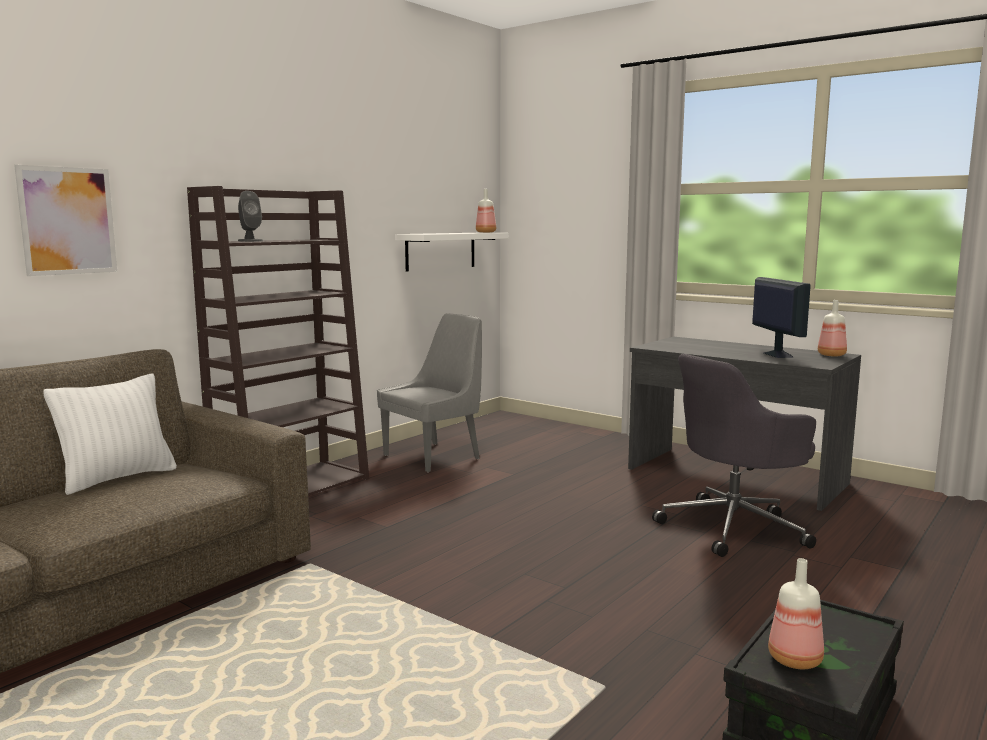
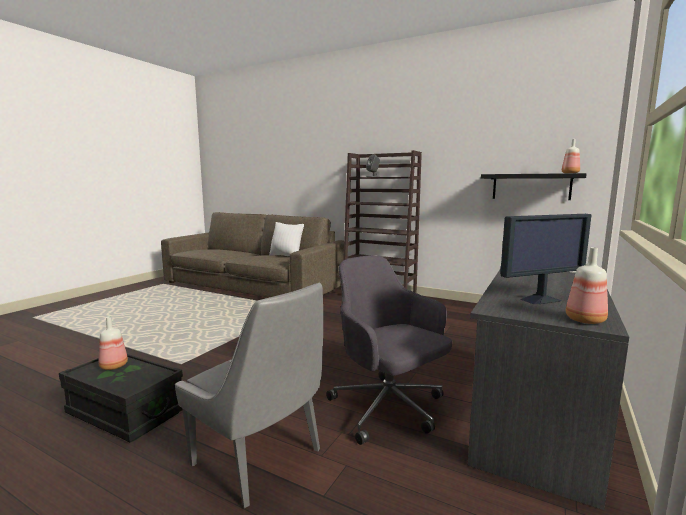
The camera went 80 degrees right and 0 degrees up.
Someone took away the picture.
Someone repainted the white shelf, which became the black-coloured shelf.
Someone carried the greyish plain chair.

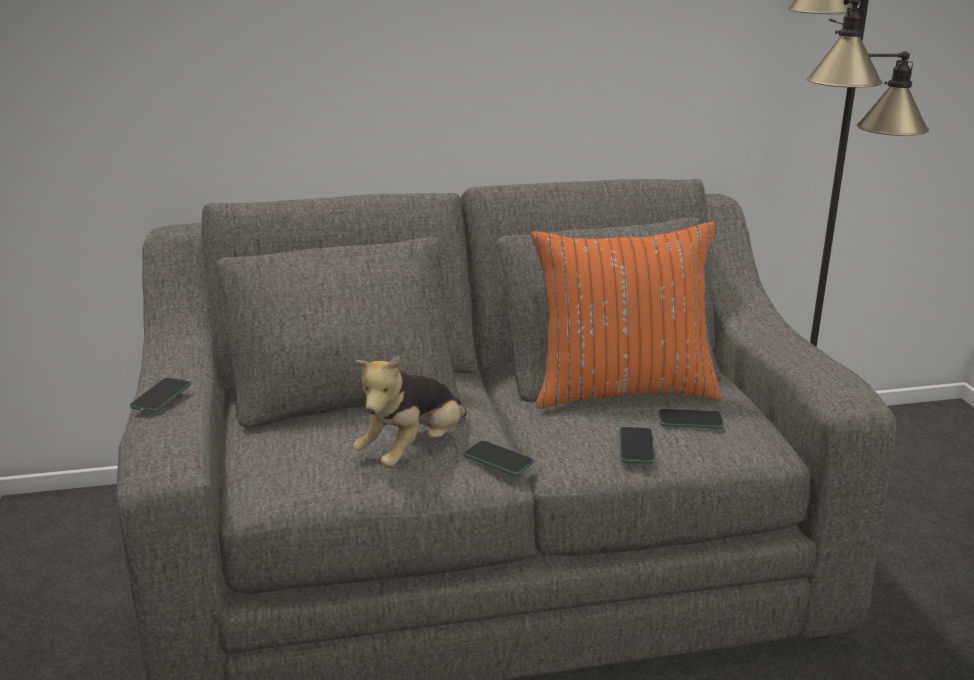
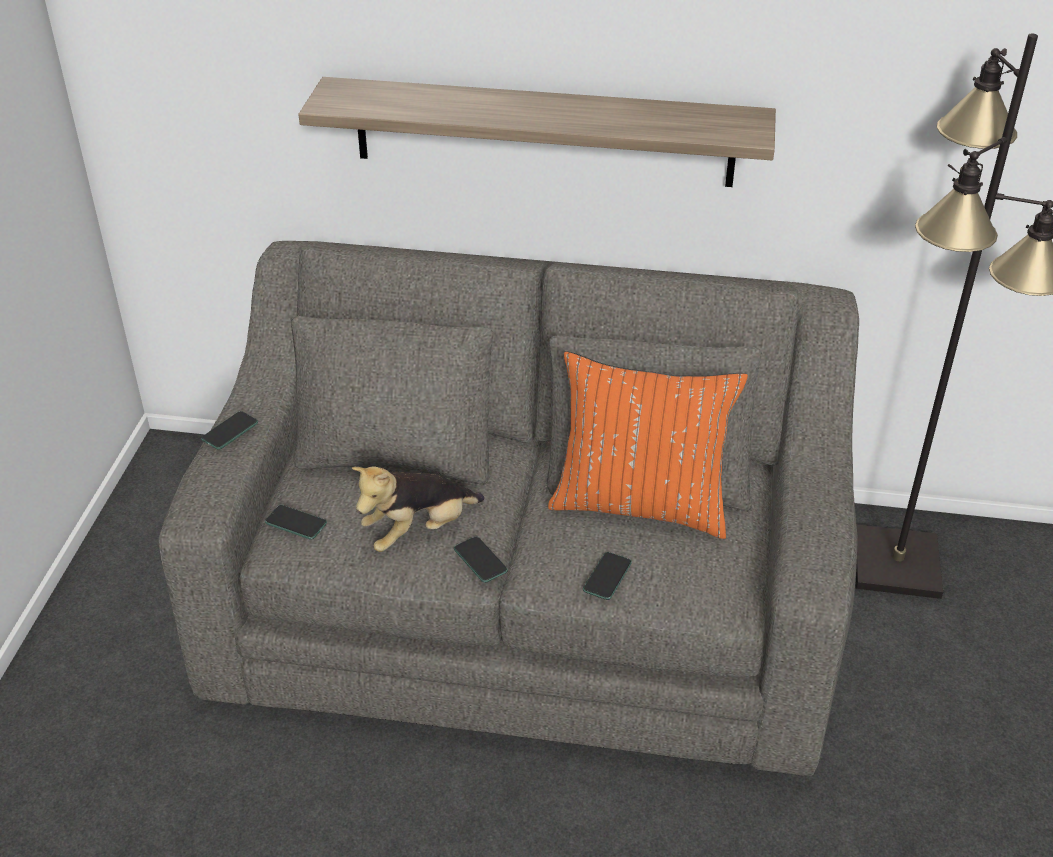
The camera went 20 degrees right and 15 degrees up.
Someone carried the telephone (no. 4 from left in the first image).
Someone put up the shelf.

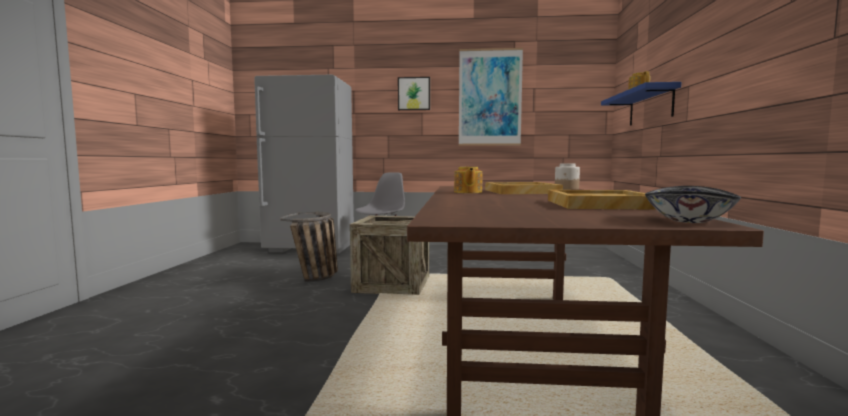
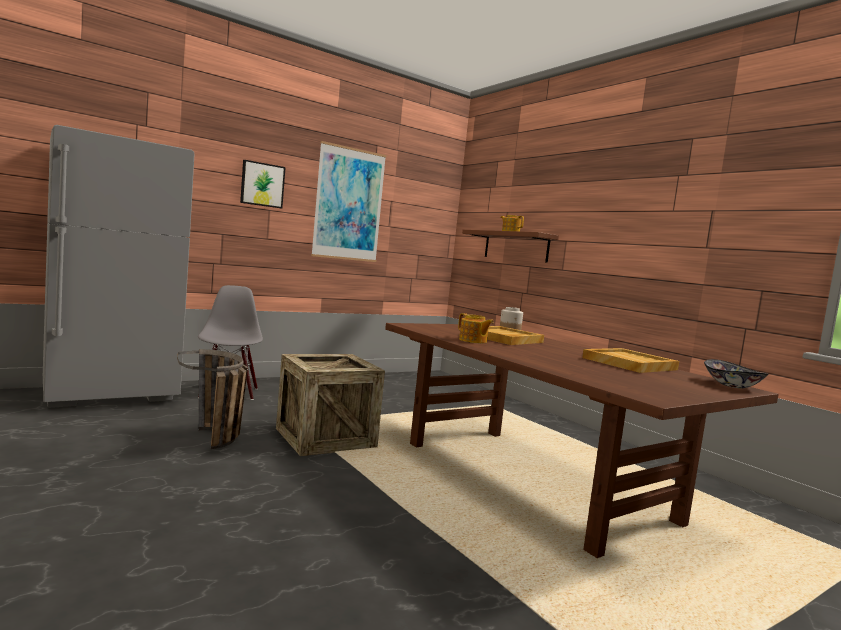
The camera went 40 degrees left and 0 degrees up.
Someone repainted the blue-coloured shelf, which became the brownish shelf.

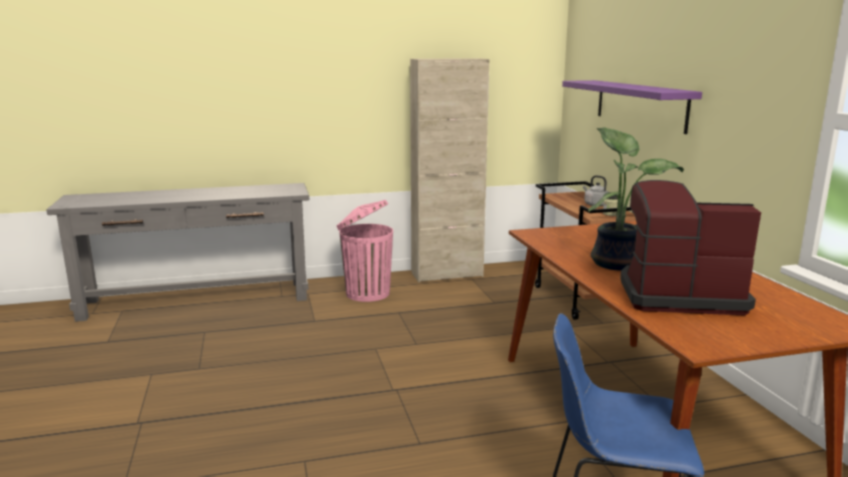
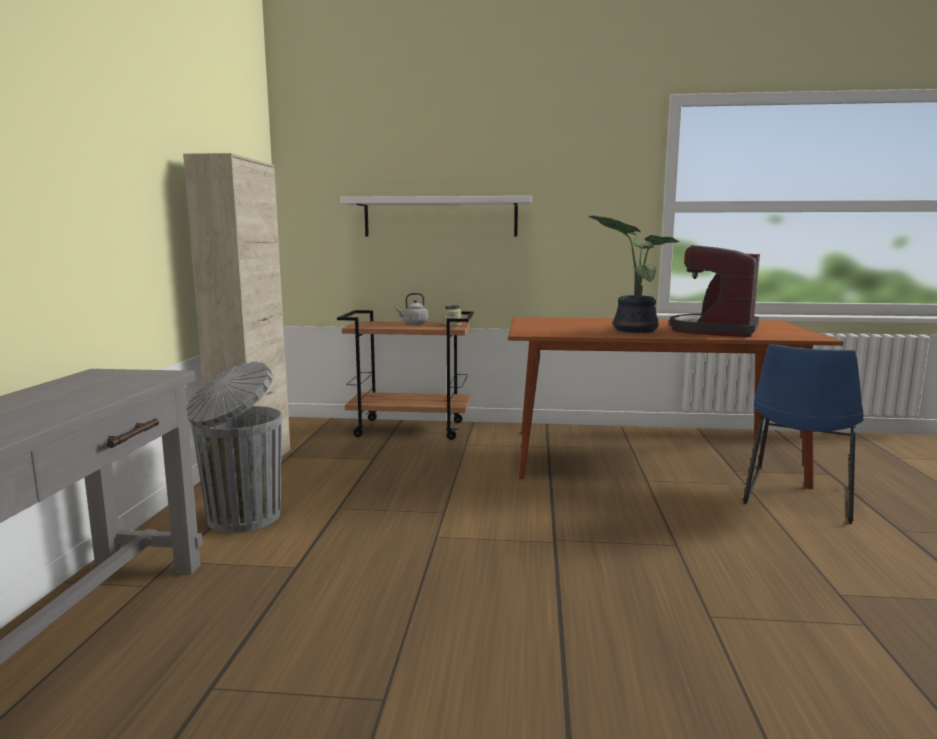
The camera went 70 degrees left and 5 degrees down.
Someone repainted the purple shelf, which became the white shelf.
Someone repainted the pink trash can, which became the greyish trash can.

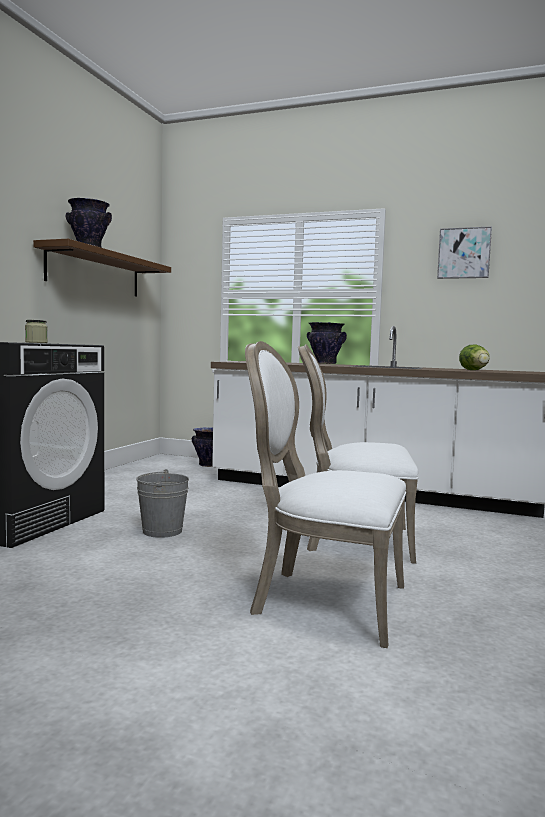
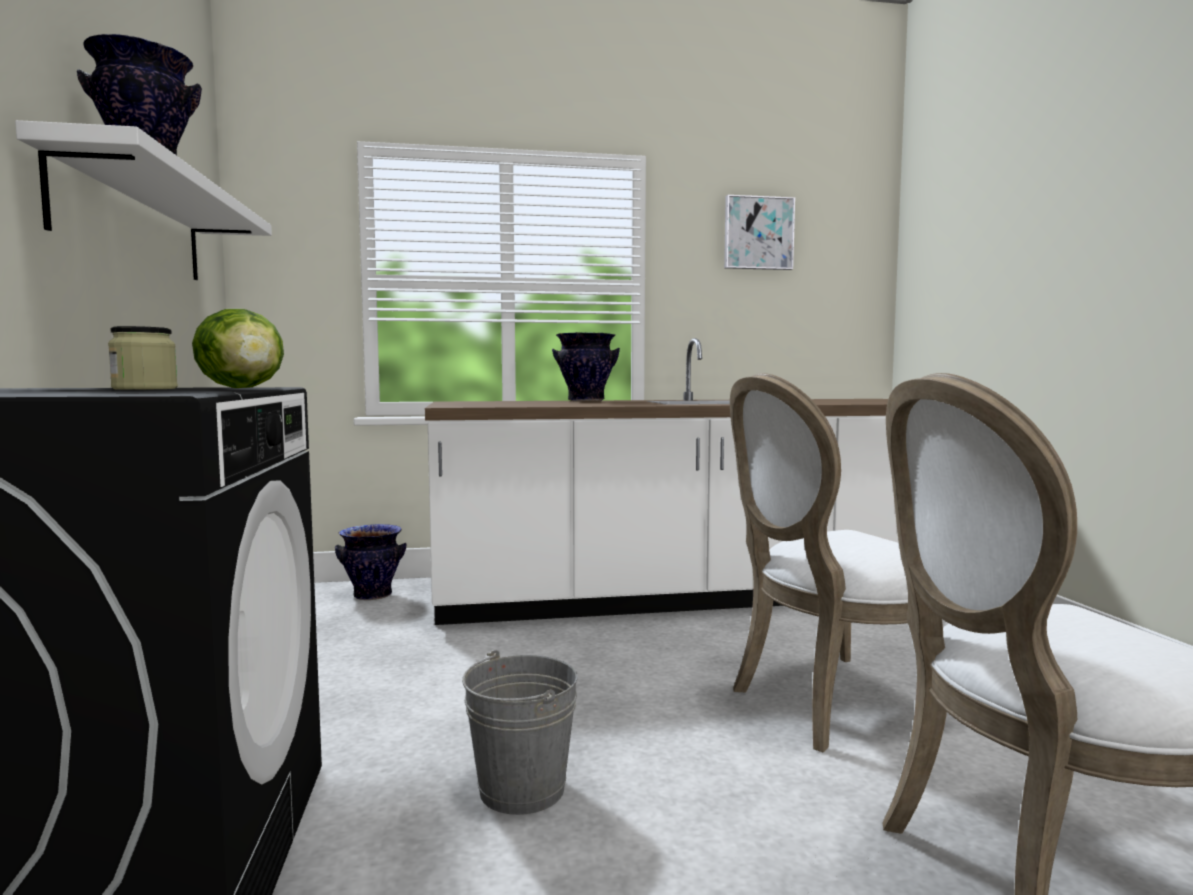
The camera went 30 degrees left and 0 degrees up.
Someone repainted the brownish shelf, which became the white shelf.
Someone carried the lettuce head.

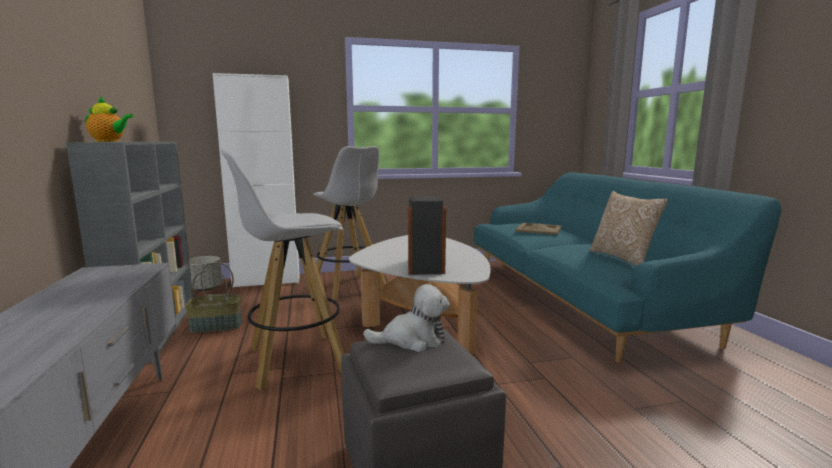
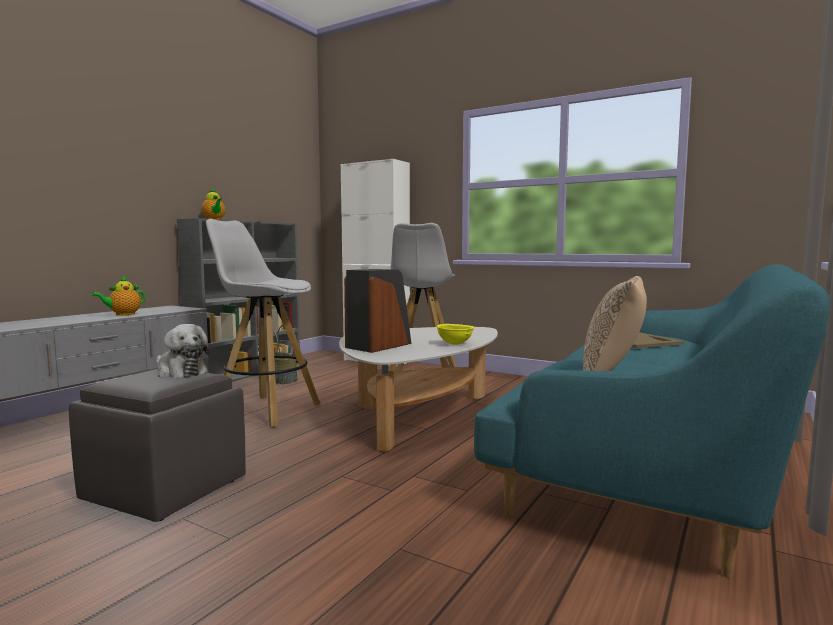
The camera went 45 degrees right and 5 degrees down.
Someone took away the greyish plant pot.
Someone put down the tea pot (no. 1 from left).
Someone put down the yellow-coloured bowl.

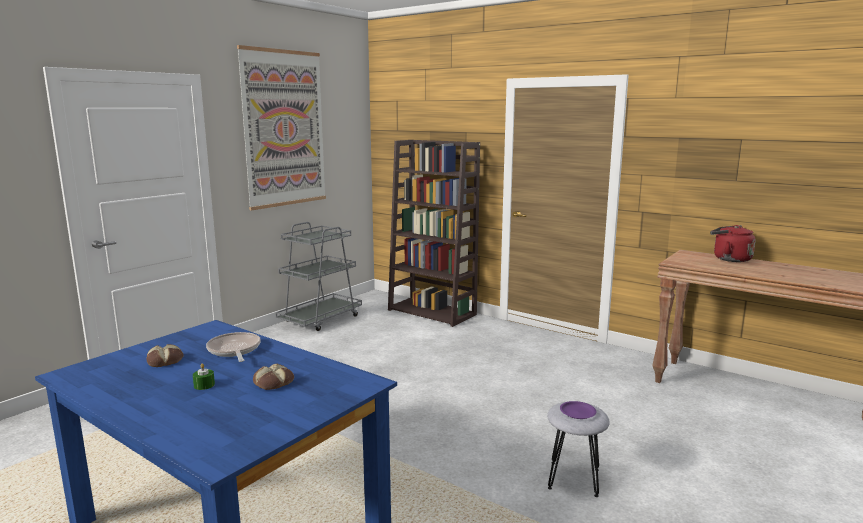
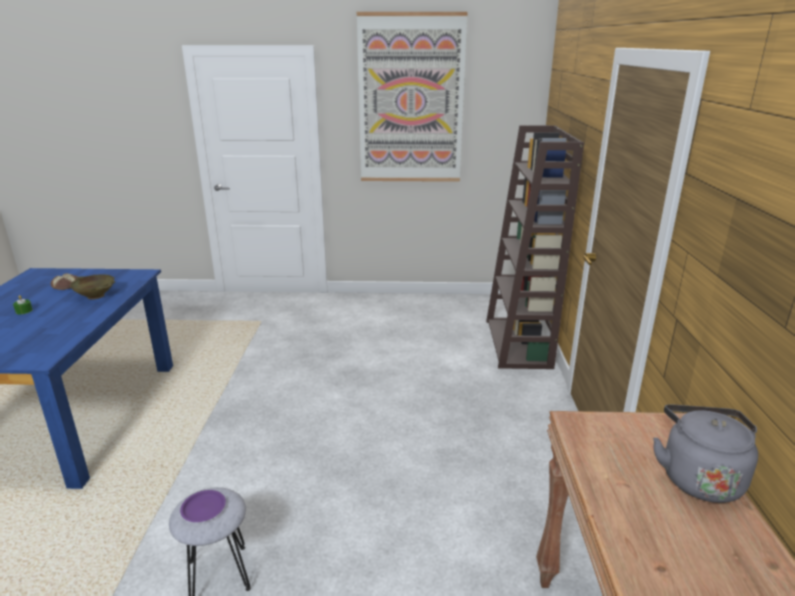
The camera went 55 degrees right and 10 degrees up.
Someone took away the greyish cart.
Someone repainted the red kettle, which became the greyish kettle.
Someone swapped the frying pan for the sand-coloured bowl.
Someone took away the bread (no. 2 from left).

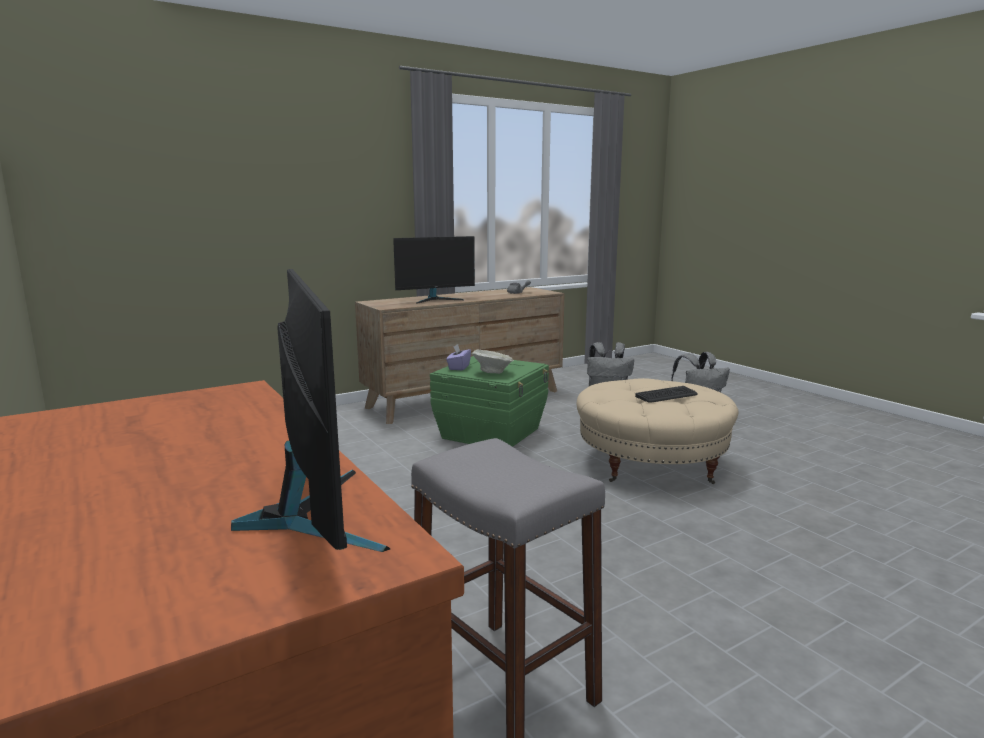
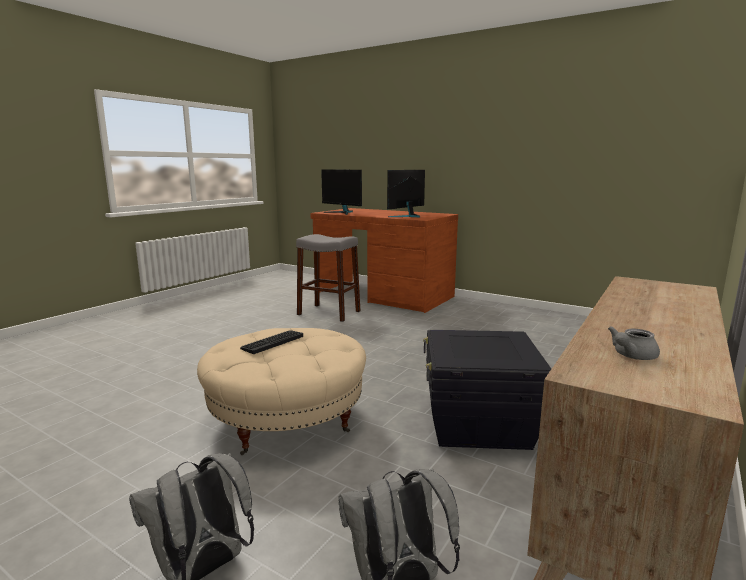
The camera went 155 degrees right and 0 degrees up.
Someone carried the computer display (no. 2 from left).
Someone took away the purple box of tissues.
Someone took away the sand-coloured bowl.
Someone repainted the green-coloured storage bin, which became the black-coloured storage bin.

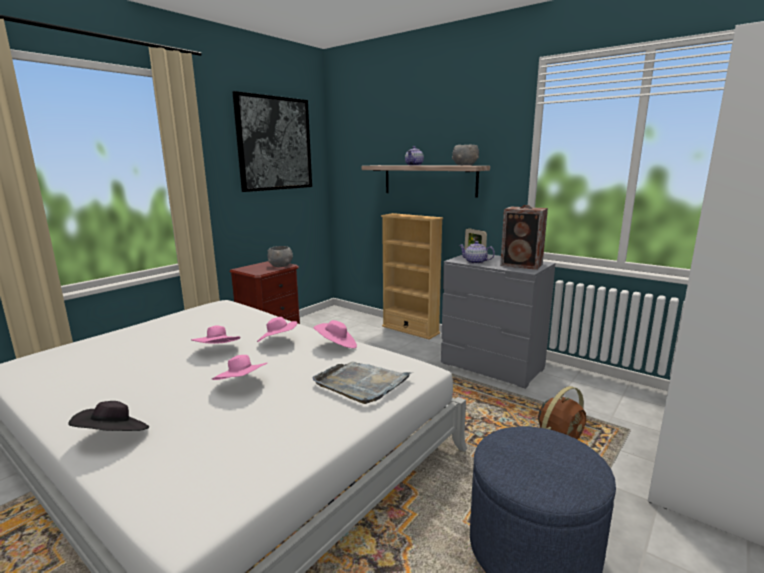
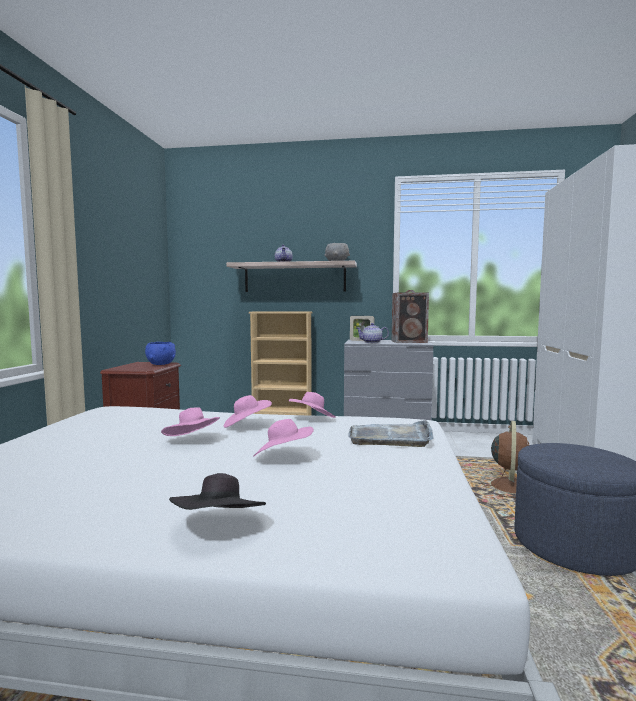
The camera went 30 degrees left and 10 degrees down.
Someone took away the picture.
Someone repainted the greyish bowl (no. 1 from left), which became the blue-coloured bowl.

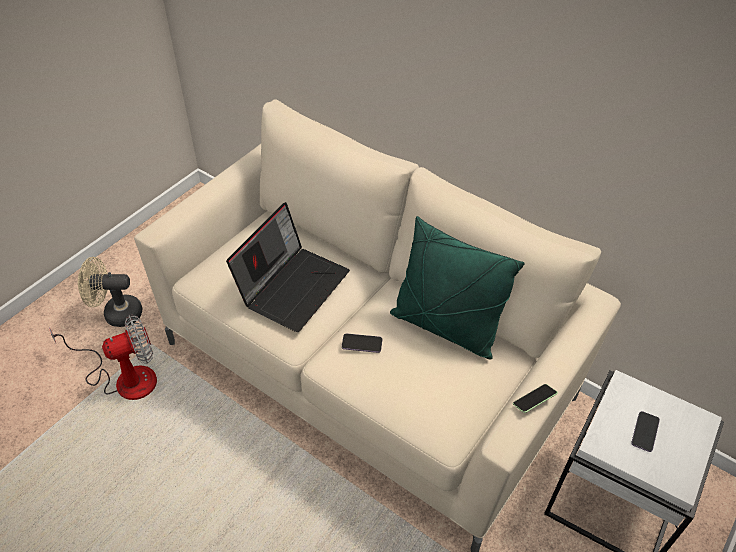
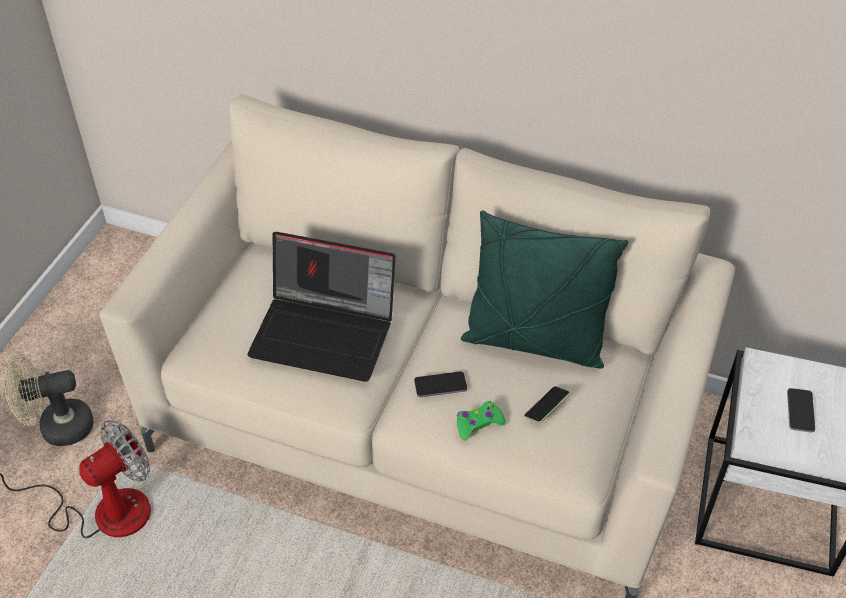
The camera went 15 degrees left and 0 degrees up.
Someone rotated the laptop by 90 degrees clockwise.
Someone carried the telephone (no. 2 from left).
Someone put down the green-coloured game controller.

